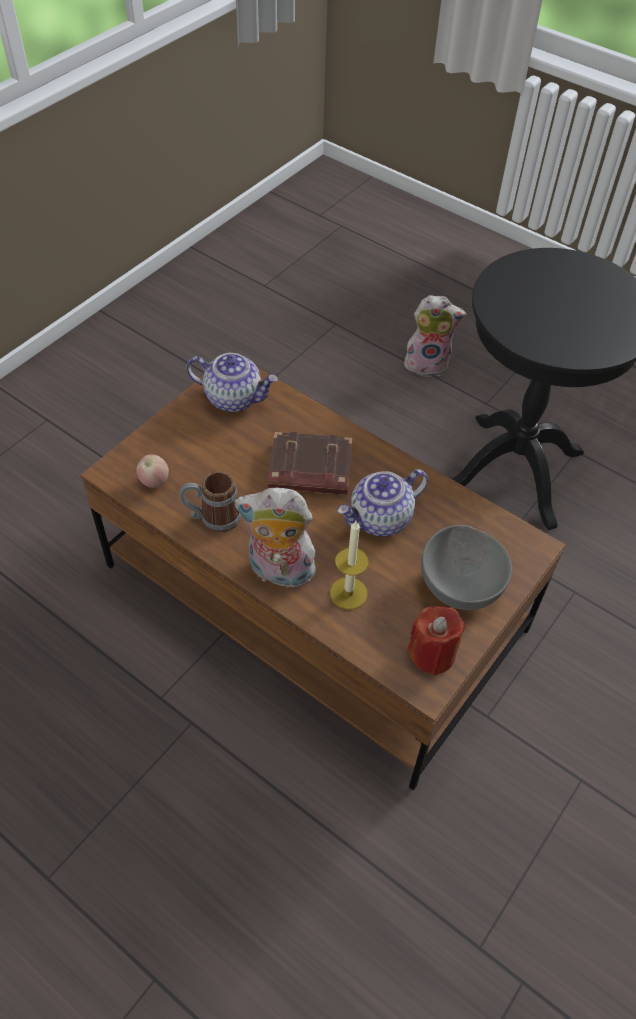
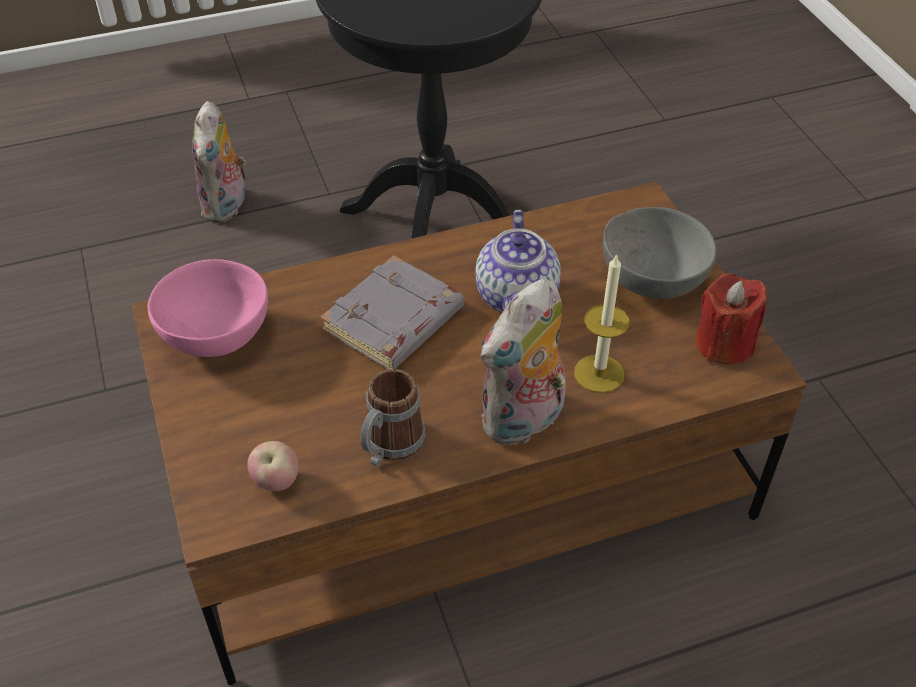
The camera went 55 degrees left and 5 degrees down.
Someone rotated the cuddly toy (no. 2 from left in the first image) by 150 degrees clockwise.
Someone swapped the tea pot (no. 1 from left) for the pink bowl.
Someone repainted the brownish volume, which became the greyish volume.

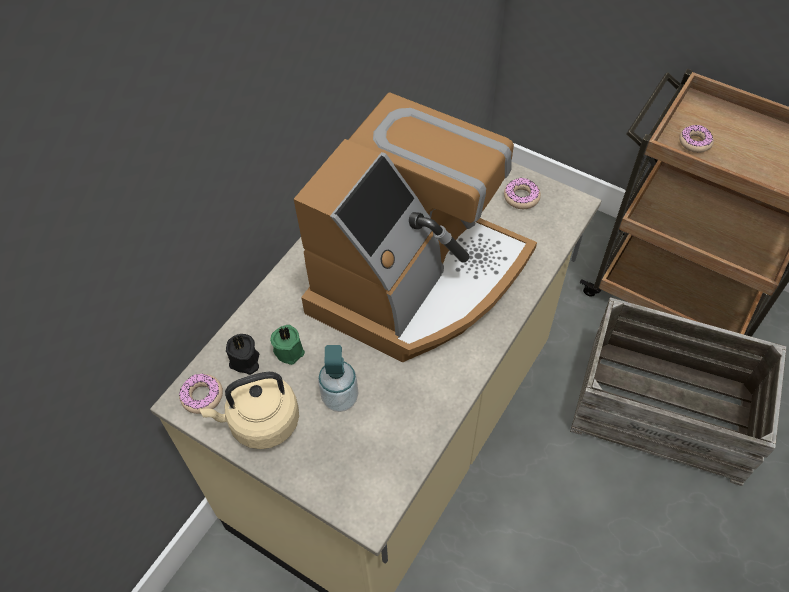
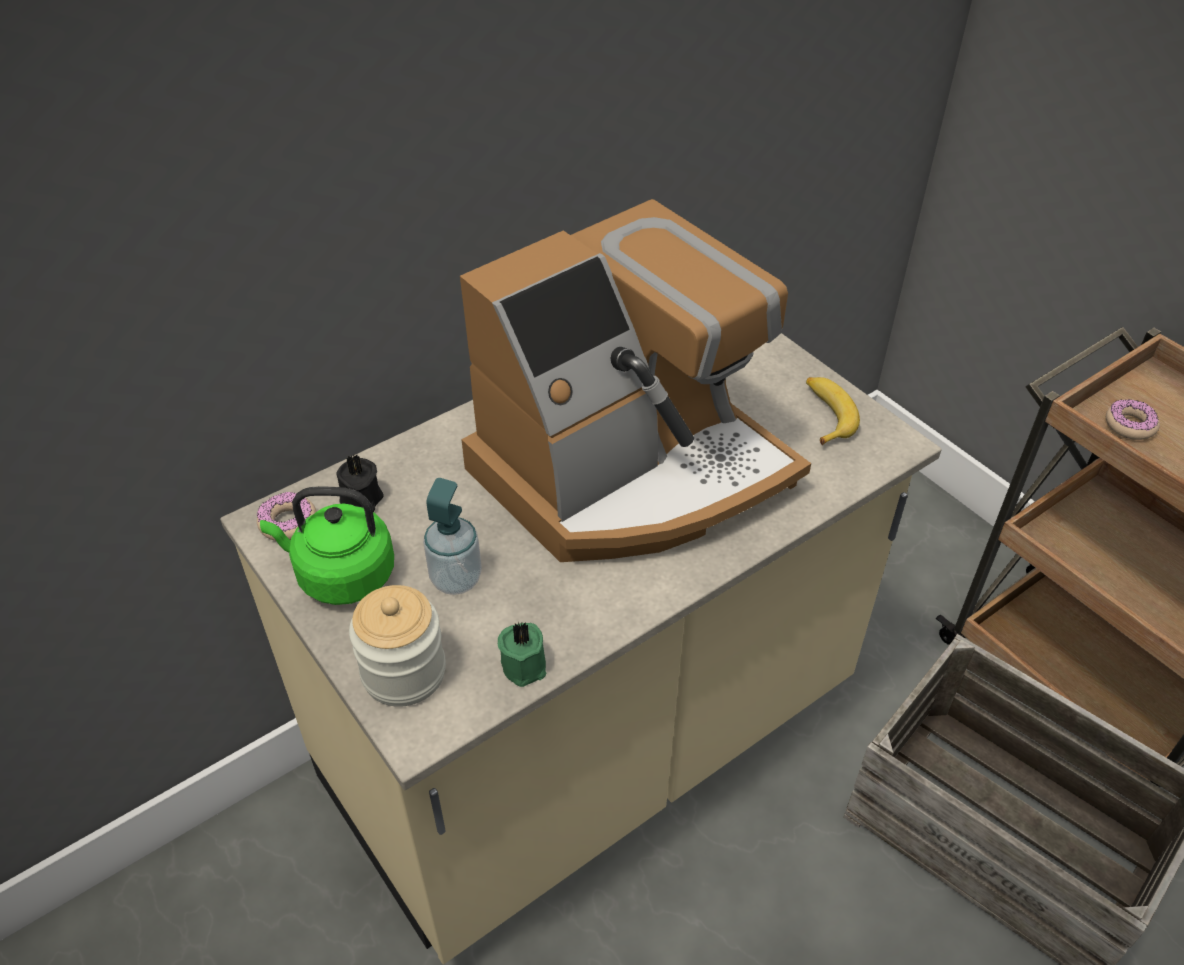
The camera went 20 degrees right and 10 degrees down.
Someone swapped the ring doughnut (no. 2 from left) for the banana.
Someone carried the green-coloured wax candle.
Someone repainted the sand-coloured kettle, which became the green-coloured kettle.
Someone put down the jar.

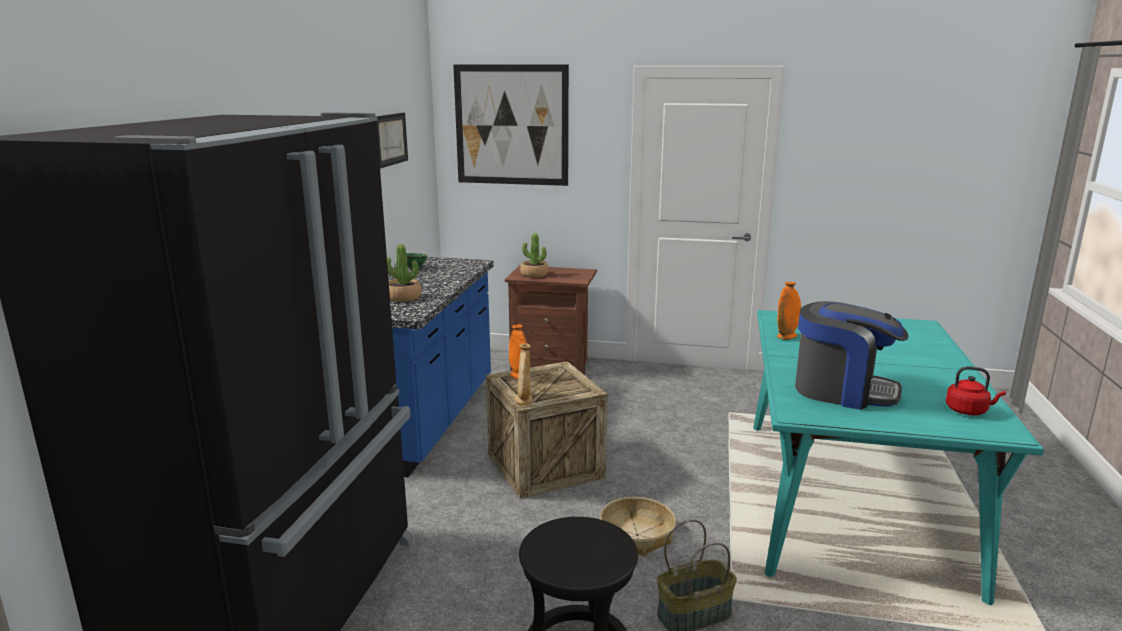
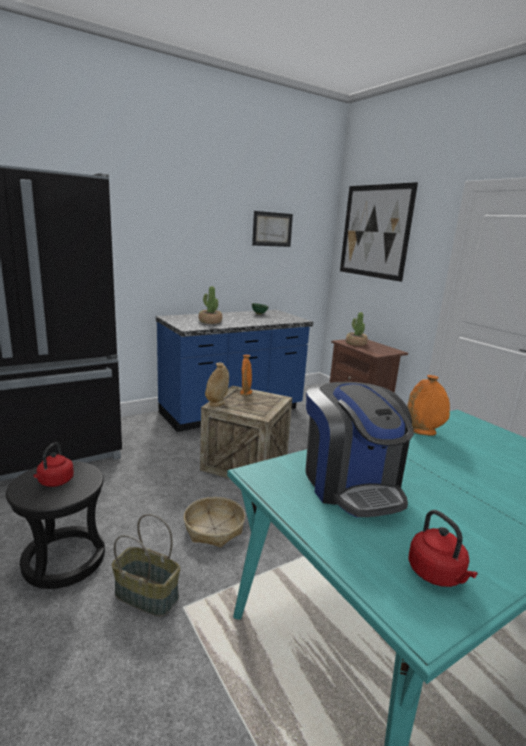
The camera went 45 degrees right and 0 degrees up.
Someone put down the red kettle (no. 1 from left).

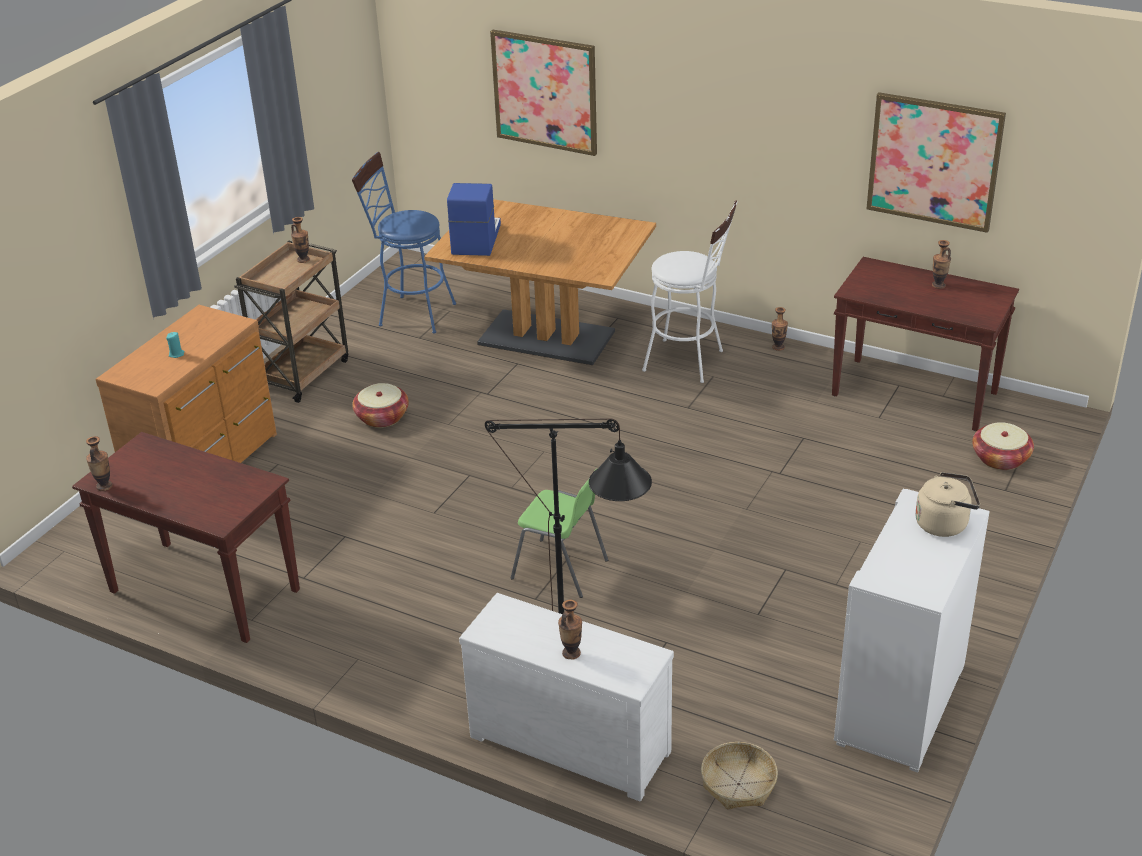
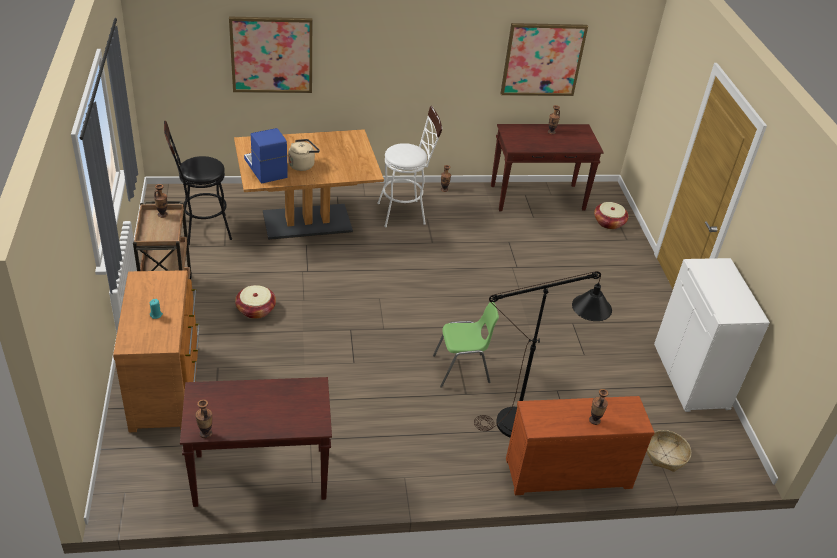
The camera went 40 degrees left and 5 degrees up.
Someone repainted the blue-coloured stool seat, which became the black-coloured stool seat.
Someone carried the sand-coloured kettle.
Someone repainted the white dresser, which became the brownish dresser (no. 2 from left).

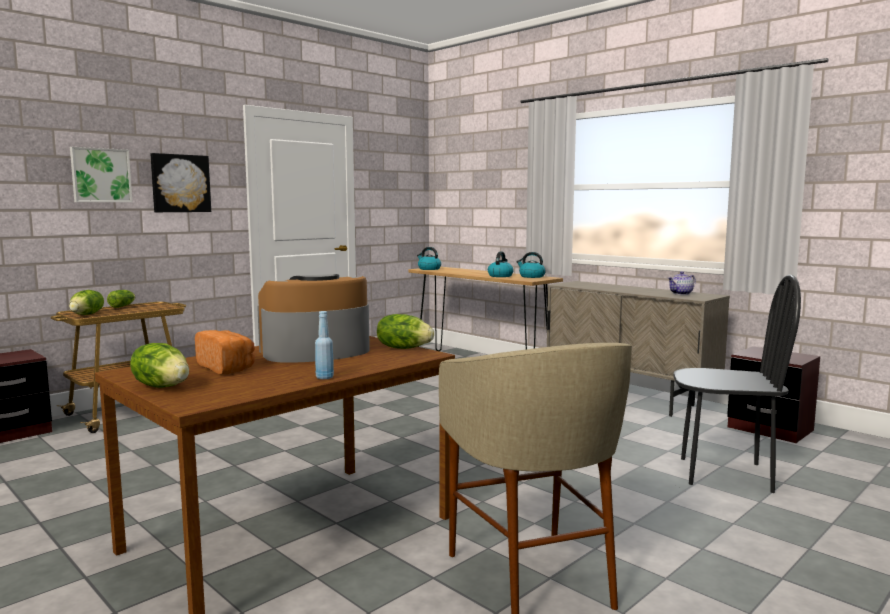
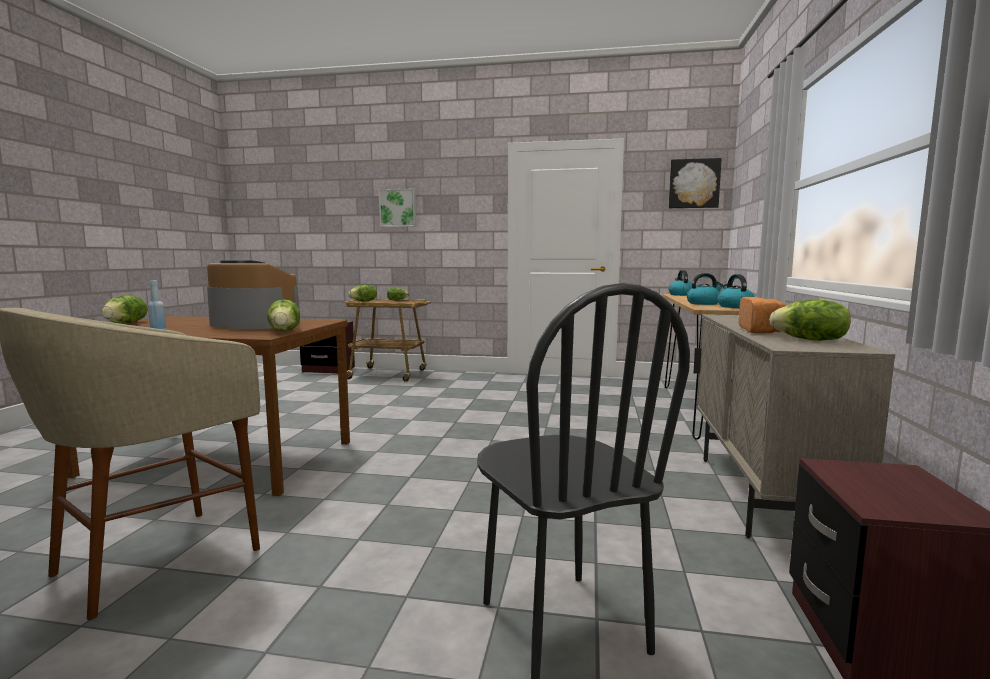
The camera went 55 degrees right and 0 degrees up.
Someone carried the picture (no. 2 from left).
Someone swapped the tea pot for the lettuce head (no. 5 from left).
Someone carried the bread.

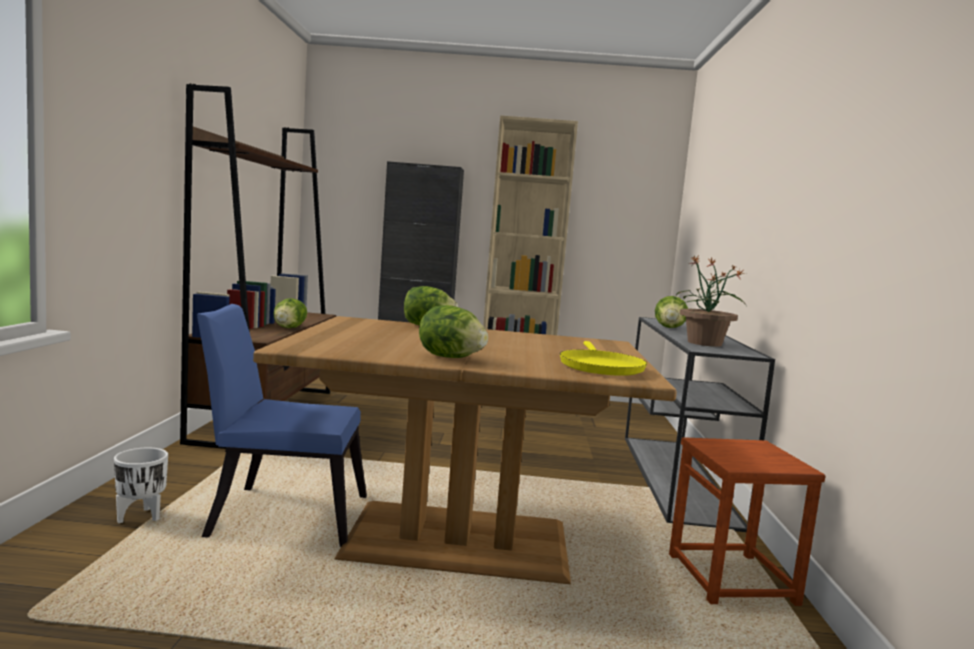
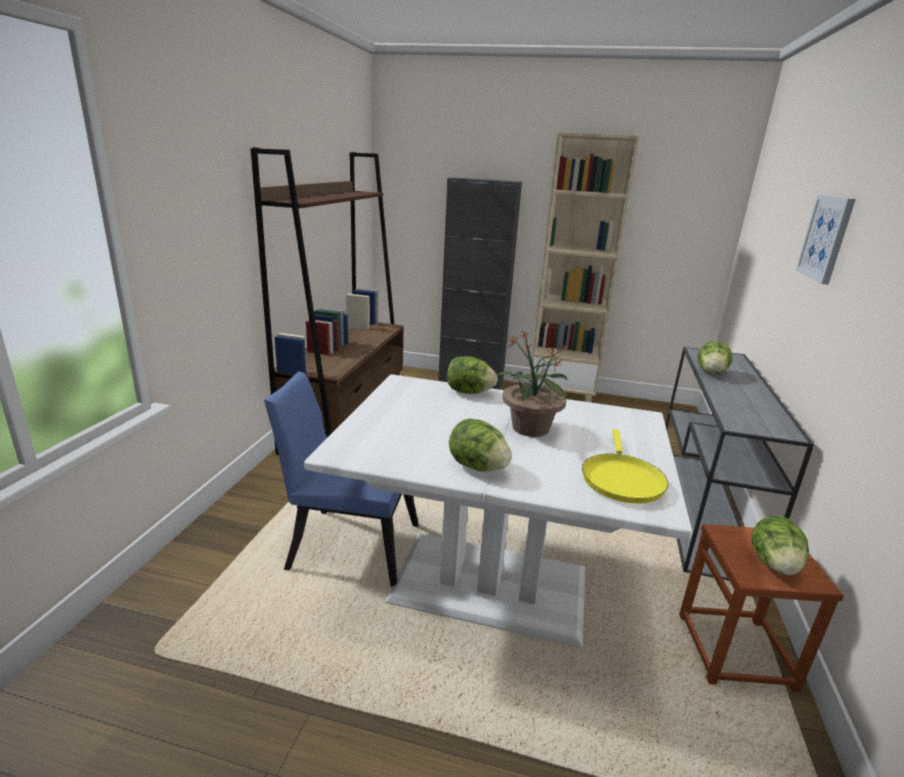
The camera went 10 degrees right and 15 degrees up.
Someone carried the plant in a pot.
Someone carried the lettuce head (no. 1 from left in the first image).
Someone repainted the brownish dinner table, which became the white dinner table.
Someone took away the white plant pot.
Someone put up the picture.

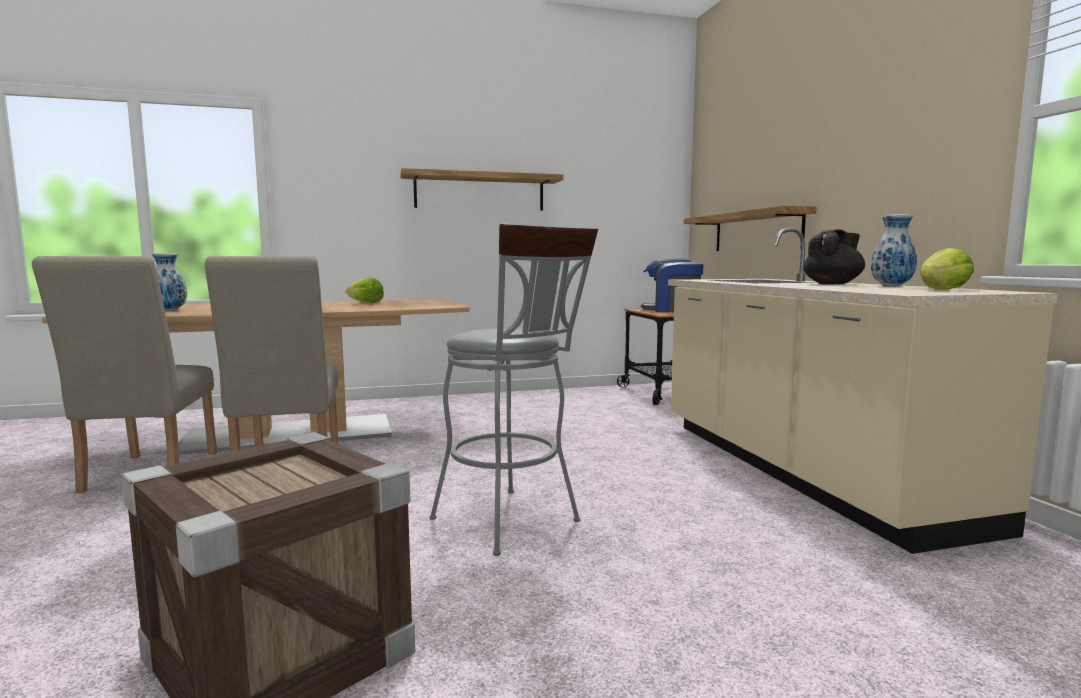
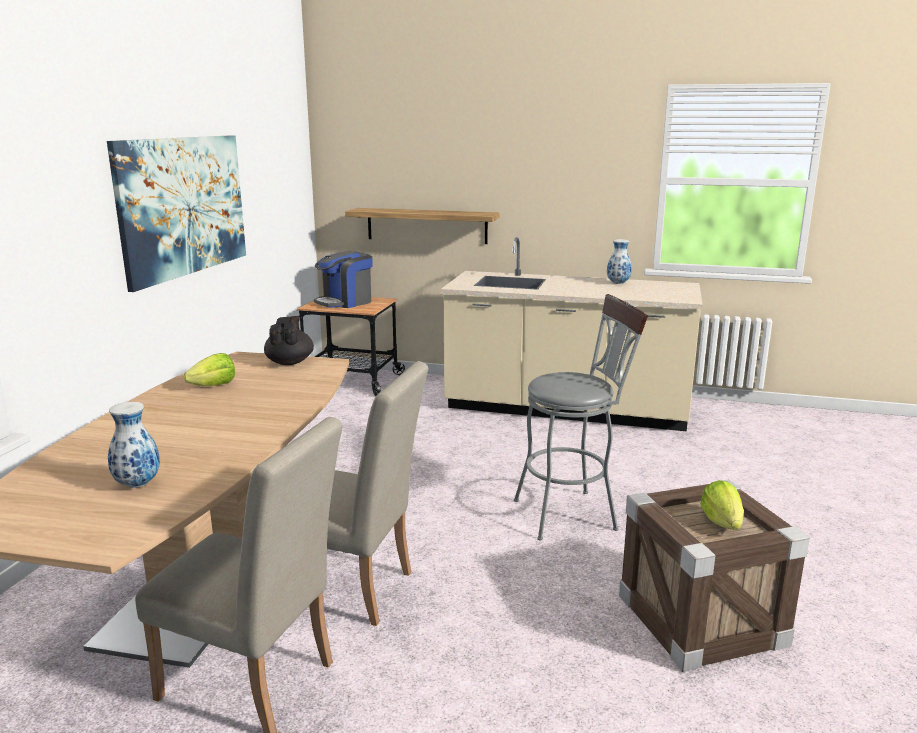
The camera went 60 degrees left and 10 degrees up.
Someone swapped the shelf (no. 1 from left) for the picture.
Someone carried the black-coloured tea pot.
Someone carried the lettuce head (no. 2 from left).

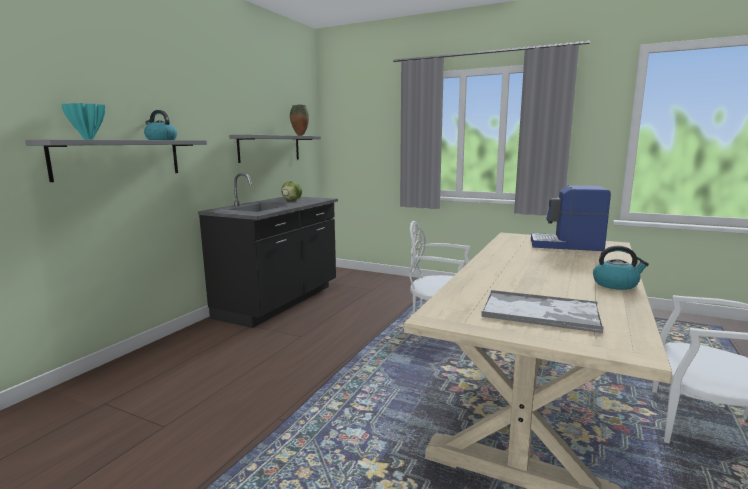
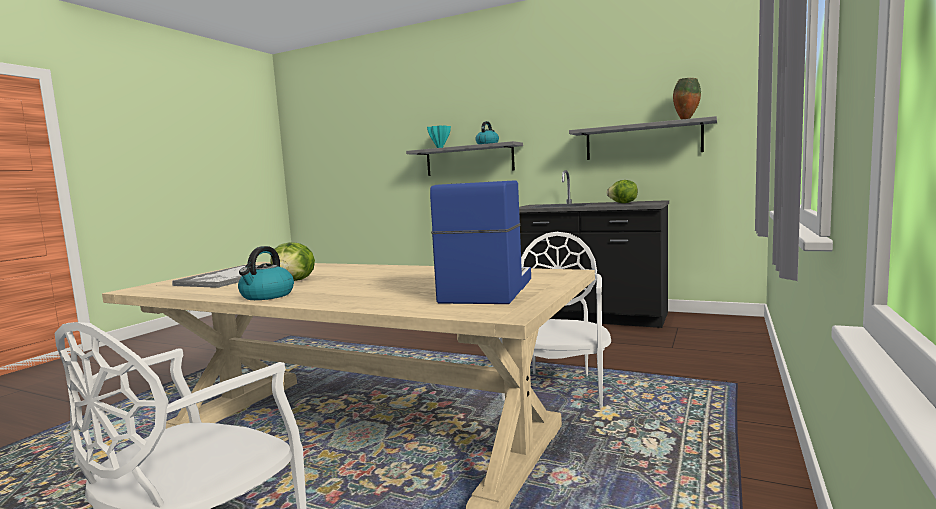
The camera went 90 degrees right and 5 degrees down.
Someone put down the lettuce head (no. 1 from left).

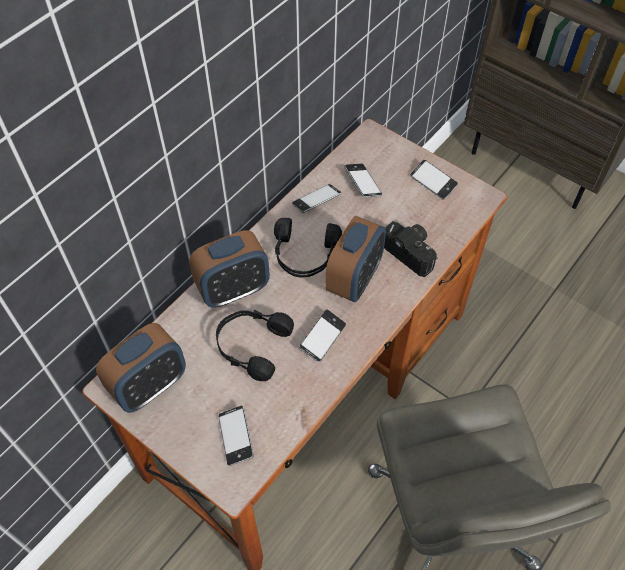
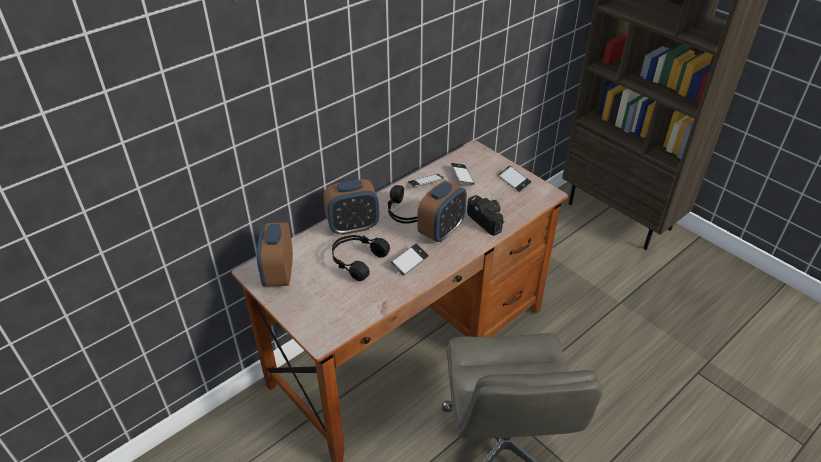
The camera went 10 degrees right and 15 degrees down.
Someone rotated the bedside clock (no. 1 from left) by 120 degrees clockwise.
Someone took away the telephone (no. 1 from left).

